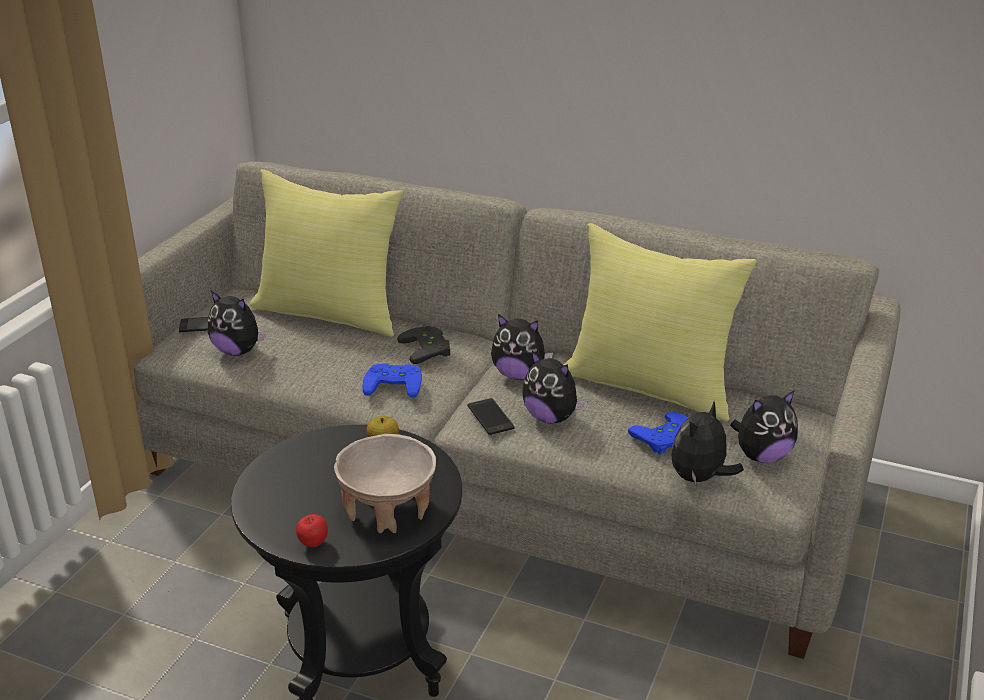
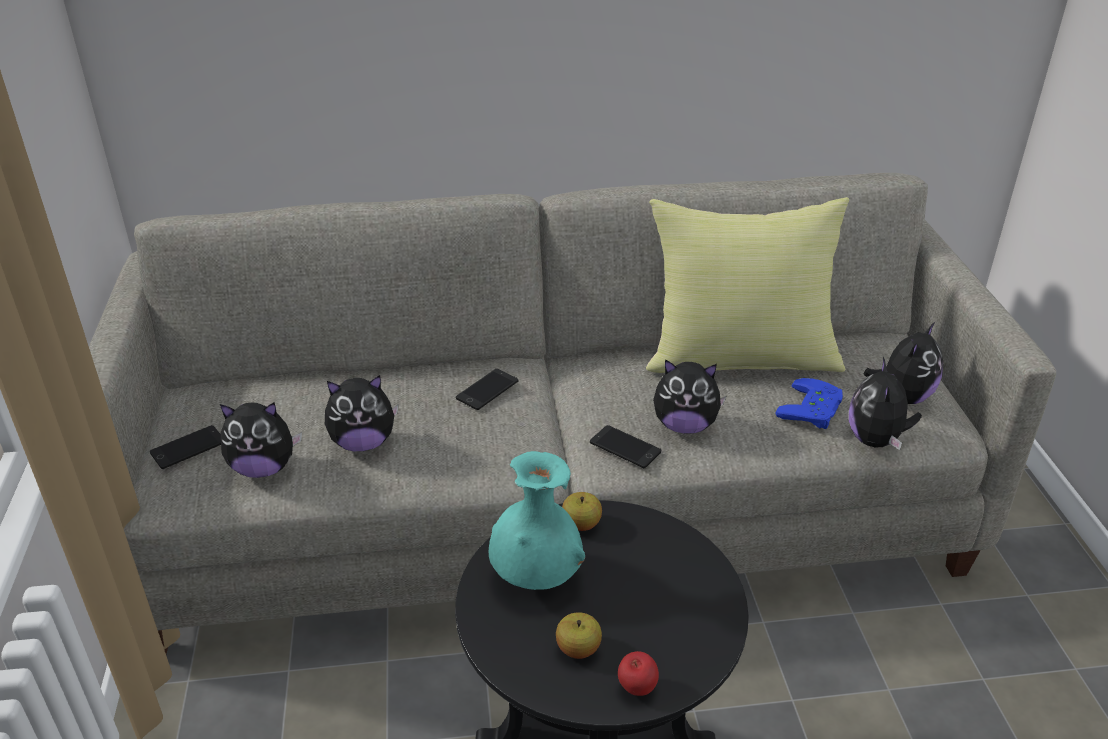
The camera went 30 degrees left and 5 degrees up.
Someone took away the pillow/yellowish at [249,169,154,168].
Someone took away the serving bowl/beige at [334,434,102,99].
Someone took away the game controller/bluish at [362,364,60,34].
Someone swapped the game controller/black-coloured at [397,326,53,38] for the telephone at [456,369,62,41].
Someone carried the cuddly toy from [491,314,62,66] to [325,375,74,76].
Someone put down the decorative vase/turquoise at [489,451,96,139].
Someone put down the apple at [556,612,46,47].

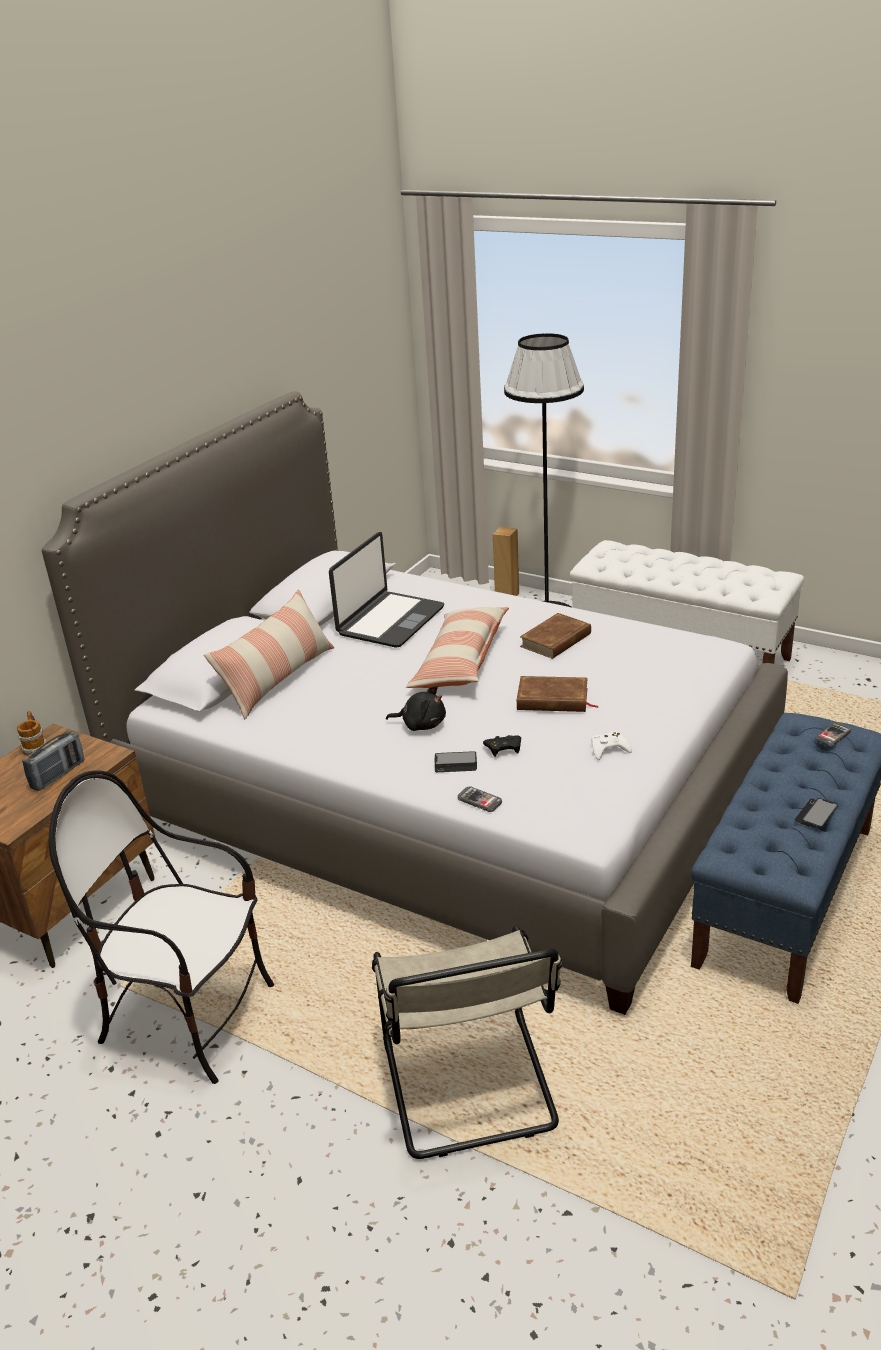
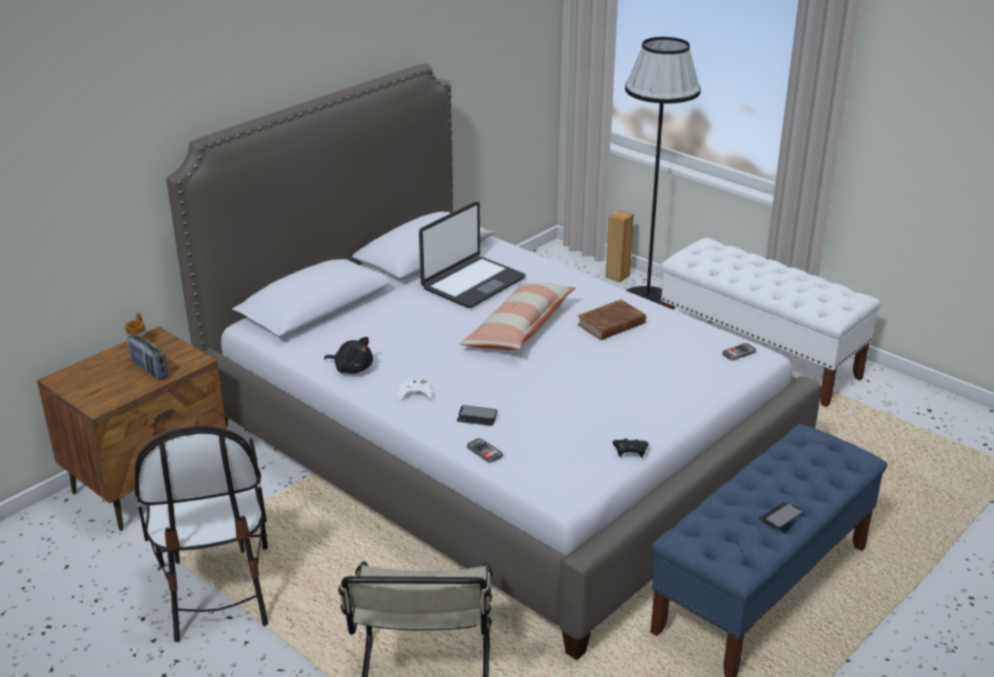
The camera went 10 degrees right and 0 degrees up.
Someone rotated the radio set at [22,730,62,61] by 90 degrees clockwise.
Someone rotated the upright chair at [49,770,226,314] by 135 degrees counterclockwise.
Someone took away the pillow at [204,590,130,129].
Someone carried the cuddly toy/black-coloured from [386,686,60,45] to [324,337,49,37].
Someone carried the game controller/black-coloured from [483,735,38,22] to [613,438,36,20].
Someone took away the bound book/brownish at [517,676,81,36].
Someone carried the game controller/whitish from [591,731,41,29] to [398,379,34,22].
Someone carried the telephone from [815,722,36,24] to [722,343,34,17].

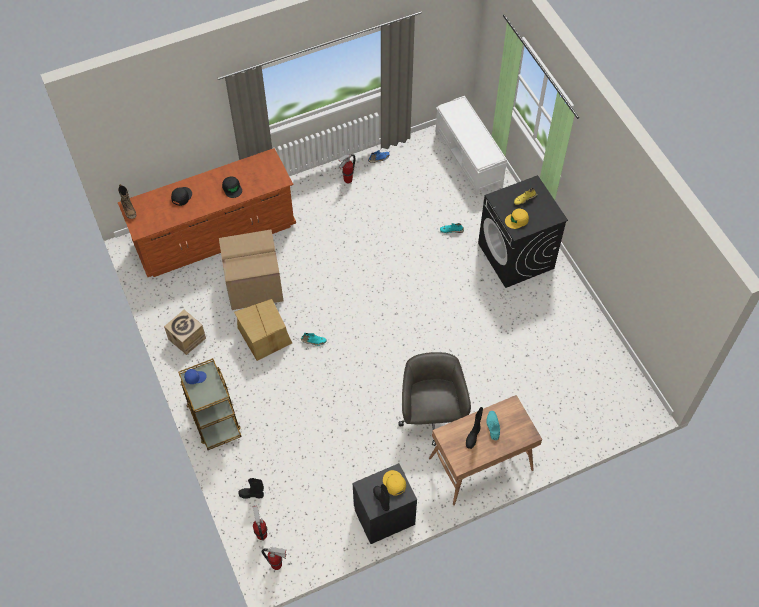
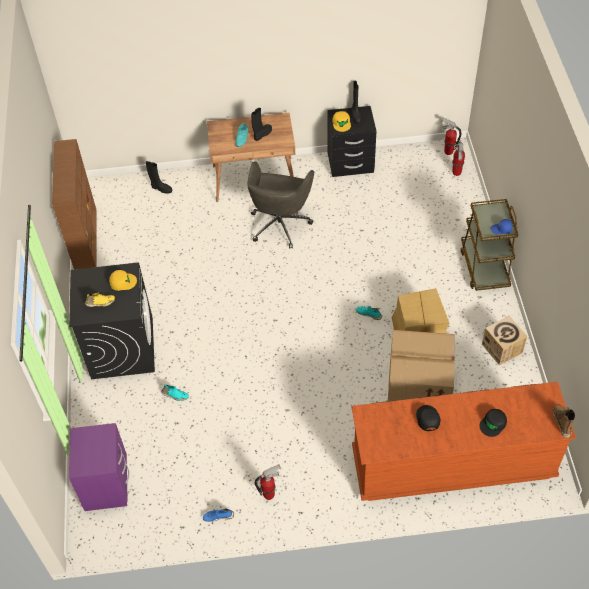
The camera went 160 degrees left and 5 degrees down.
Someone carried the tall boot/black-coloured from [238,478,26,21] to [146,161,26,33].
Someone swapped the indoor bench/whitish at [436,96,72,99] for the bedside table/purple at [69,423,60,88].
Someone put down the bookcase/brownish at [52,139,45,130].

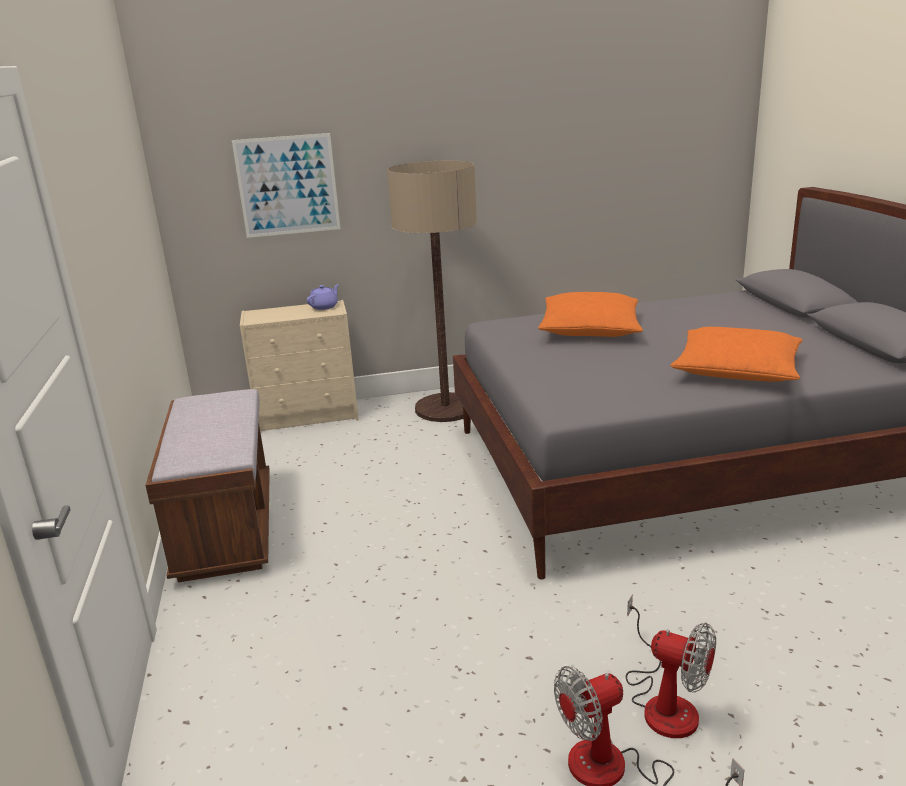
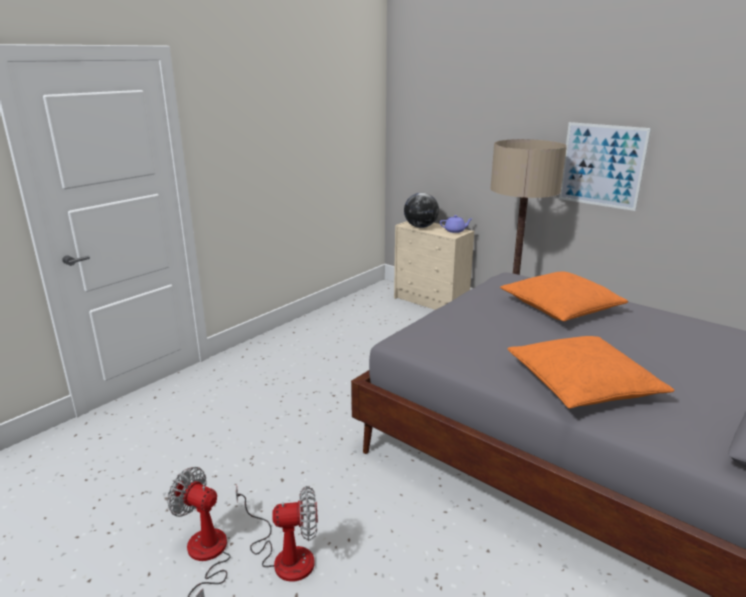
The camera went 50 degrees right and 0 degrees up.
Someone took away the indoor bench/brownish at [145,389,125,193].
Someone carried the wall art from [232,133,108,105] to [559,122,92,89].
Someone rotated the cooling fan at [625,594,91,144] by 90 degrees counterclockwise.
Someone put down the desk globe at [404,192,35,36].

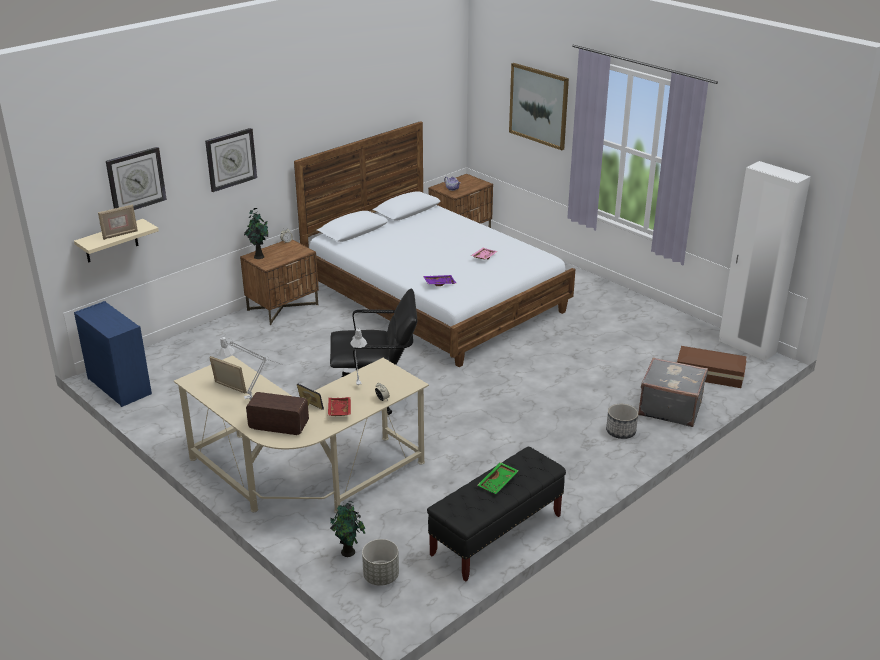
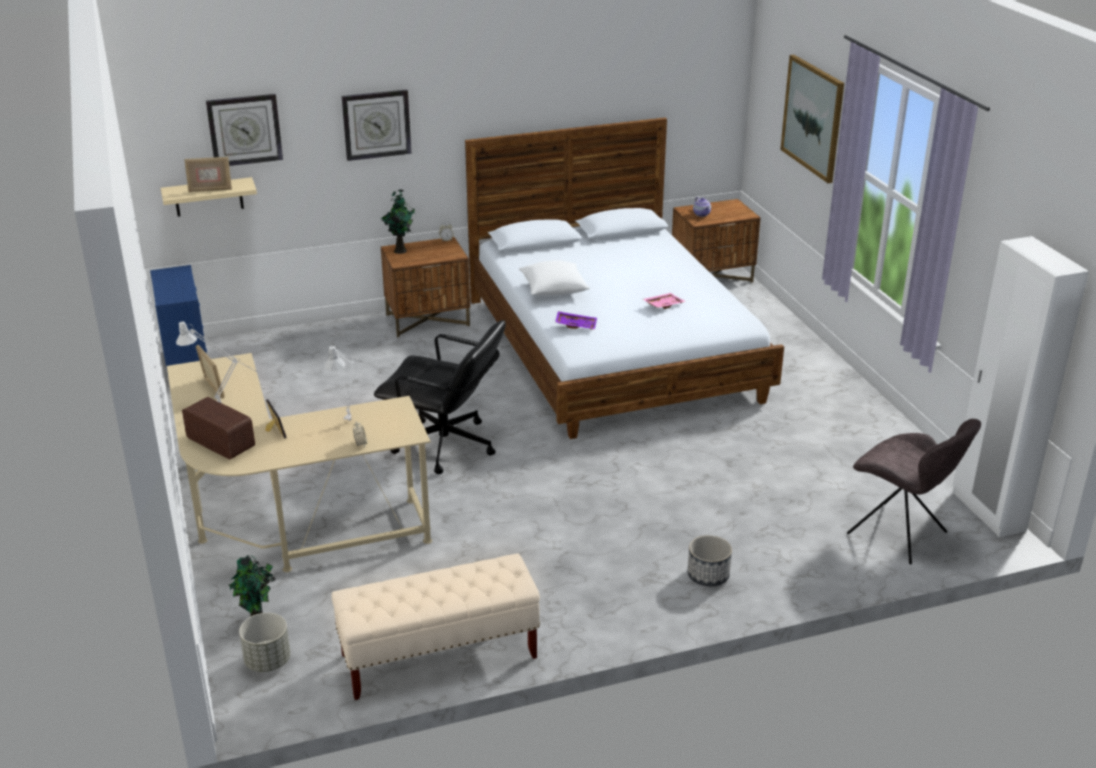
The camera went 25 degrees right and 0 degrees up.
Someone took away the tray/red-coloured at [328,397,23,19].
Someone repainted the indoor bench/black-coloured at [427,446,139,136], which became the indoor bench/beige at [332,553,208,147].
Someone took away the tray/greenish at [478,462,41,32].
Someone took away the suitcase/gray at [638,357,70,70].
Someone swapped the storage container/brownish at [677,346,70,42] for the upright chair/gray at [847,419,134,145].
Someone put down the pillow/whitish at [519,260,71,36].

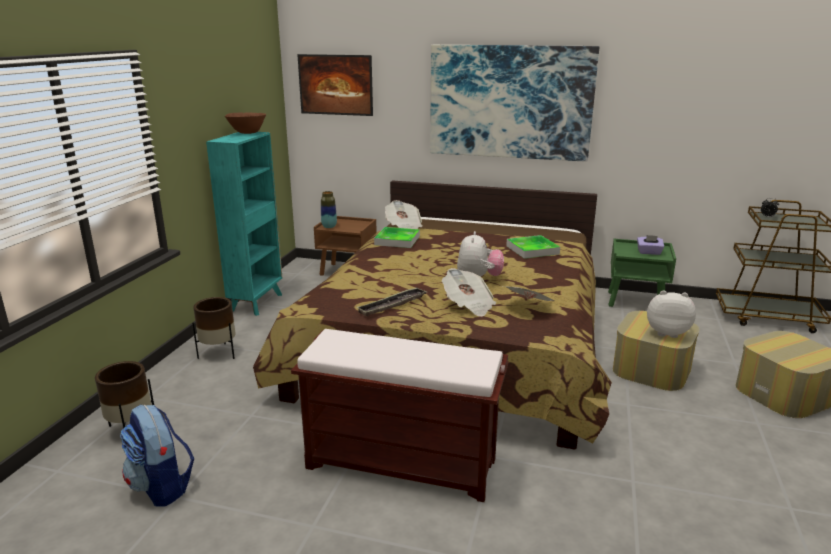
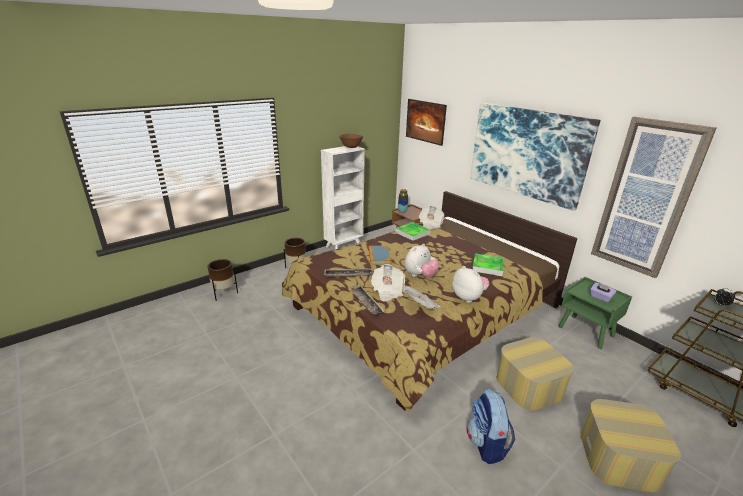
The camera went 35 degrees right and 5 degrees up.
Someone carried the backpack from [120,404,74,102] to [467,389,48,75].
Someone repainted the bookcase/turquoise at [206,132,76,184], which became the bookcase/whitish at [321,146,44,103].
Someone took away the indoor bench/brownish at [291,329,217,173].
Someone carried the cuddly toy from [647,290,49,48] to [452,266,37,37].
Someone put down the tray at [350,285,35,30].
Someone put down the bound book at [368,246,23,19].
Someone put up the wall art at [591,117,126,161].

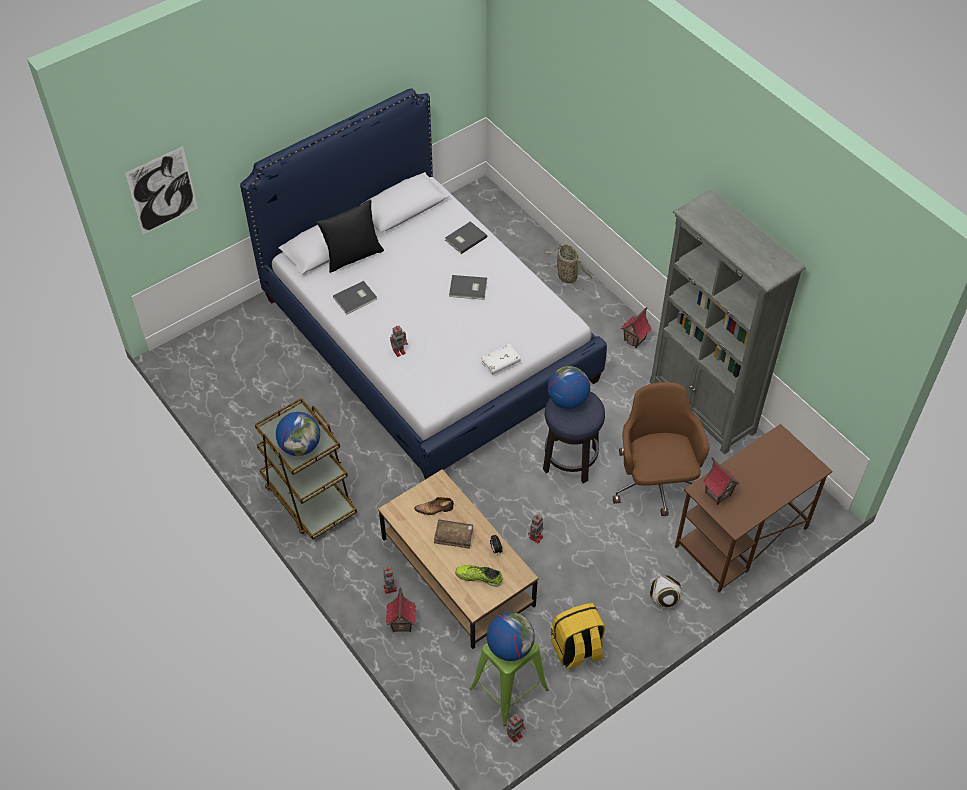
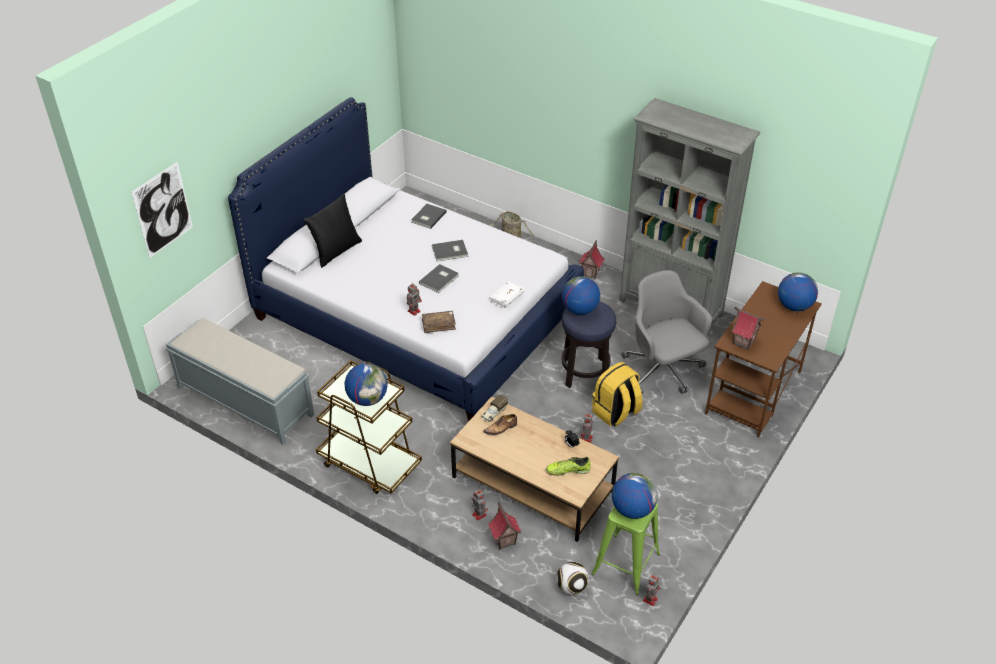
The camera went 20 degrees left and 10 degrees down.
Someone carried the bound book/gray from [333,281,44,33] to [419,264,40,29].
Someone carried the bound book/brownish from [434,519,39,30] to [422,311,34,22].
Someone carried the backpack/yellowish from [551,603,55,67] to [592,362,51,64].
Someone repainted the desk chair/brownish at [613,382,97,134], which became the desk chair/gray at [621,270,91,124].
Someone carried the ball for football from [650,575,32,33] to [556,562,33,33].
Someone put down the indoor bench/gray at [165,318,149,127].
Someone put down the toy truck at [481,395,27,27].
Someone put down the desk globe at [778,272,40,39].

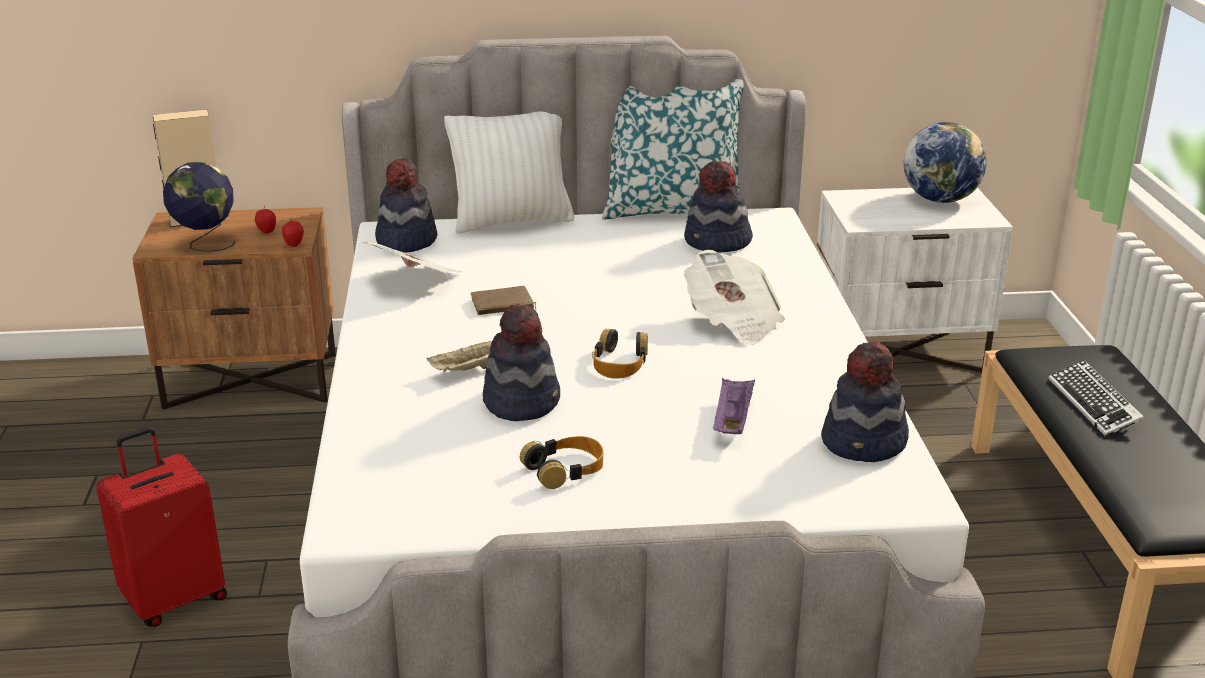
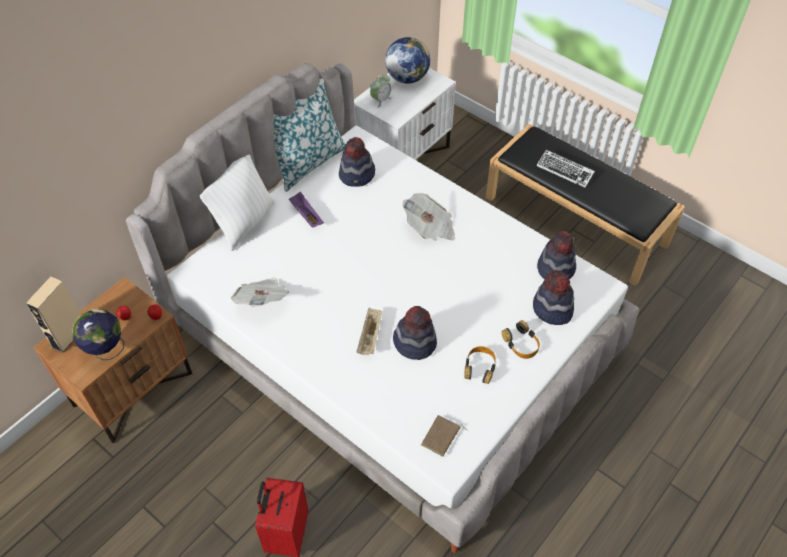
The camera went 45 degrees left and 25 degrees up.
Someone carried the clothing hat from [375,158,62,95] to [533,270,41,55].
Someone carried the bound book/brownish from [470,286,66,29] to [421,415,47,42].
Someone carried the headphones from [592,329,56,50] to [502,320,38,39].
Someone carried the tray/purple from [713,378,42,56] to [289,192,35,35].
Someone put down the table clock at [370,74,22,34].

